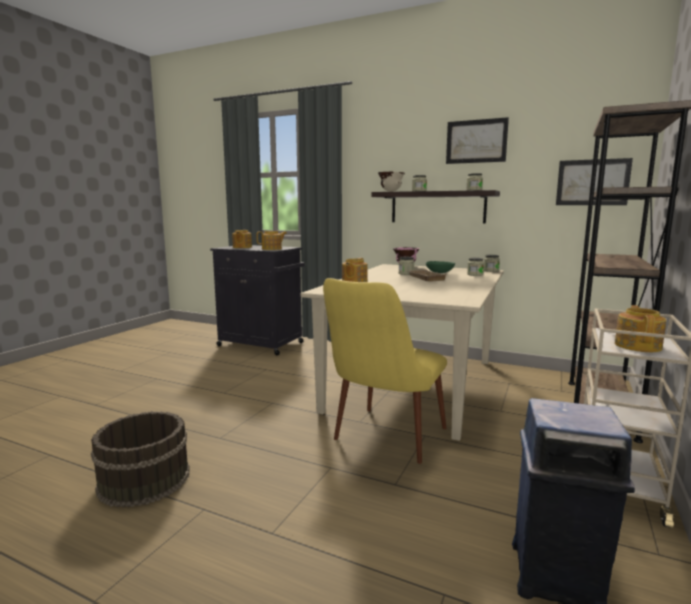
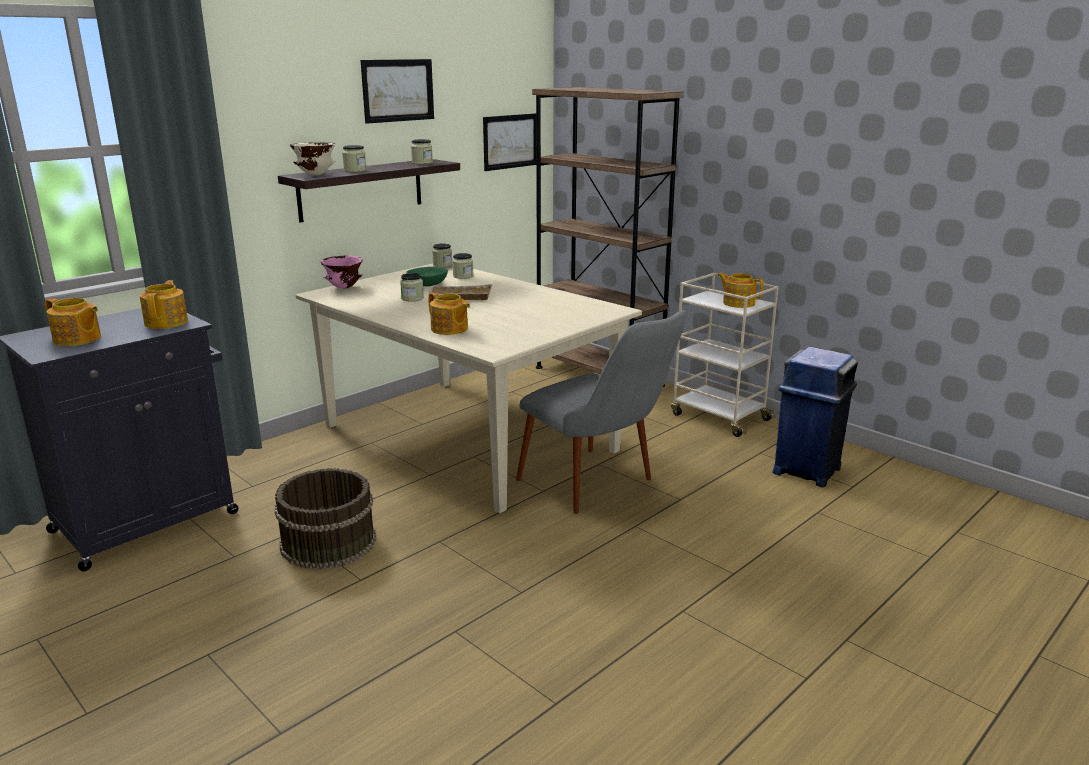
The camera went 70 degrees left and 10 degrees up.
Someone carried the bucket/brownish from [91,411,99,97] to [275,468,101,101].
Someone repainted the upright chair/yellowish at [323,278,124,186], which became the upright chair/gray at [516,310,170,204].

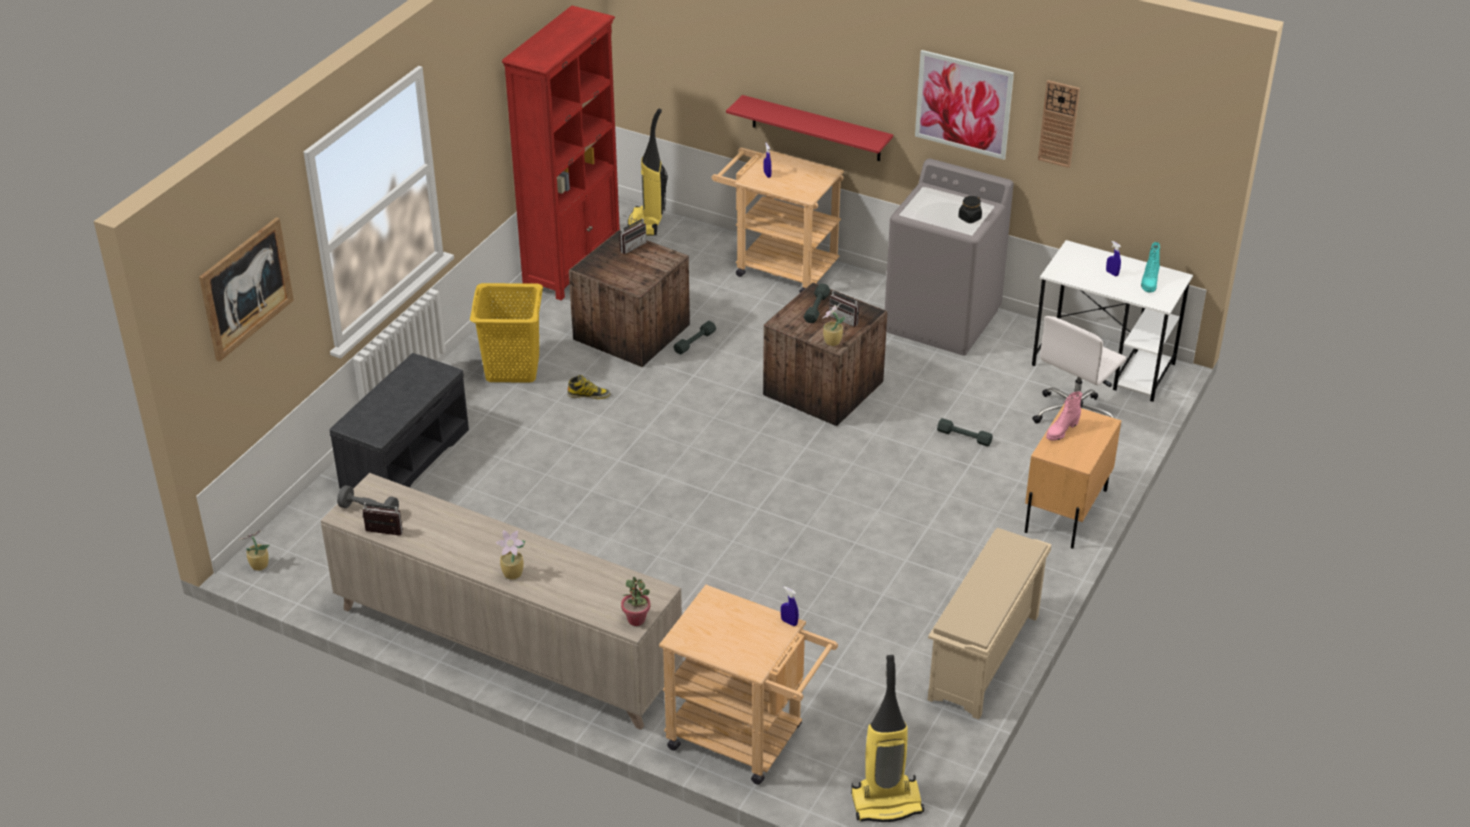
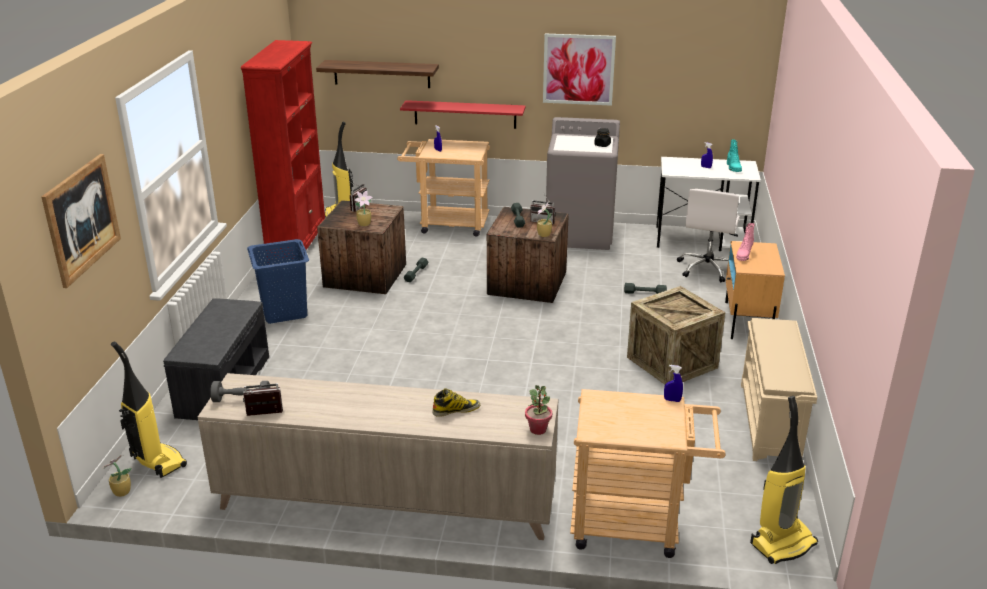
The camera went 20 degrees left and 10 degrees down.
Someone repainted the hamper/yellowish at [470,283,73,99], which became the hamper/bluish at [247,239,62,85].
Someone carried the houseplant from [495,530,30,50] to [354,191,19,35].
Someone carried the tall boot from [567,375,43,24] to [432,388,48,29].
Someone took away the clock on the wall at [1038,80,42,88].
Someone put down the hoover at [111,341,76,137].
Someone put up the bracket shelf at [316,60,123,28].
Someone put down the shipping crate at [627,286,99,98].

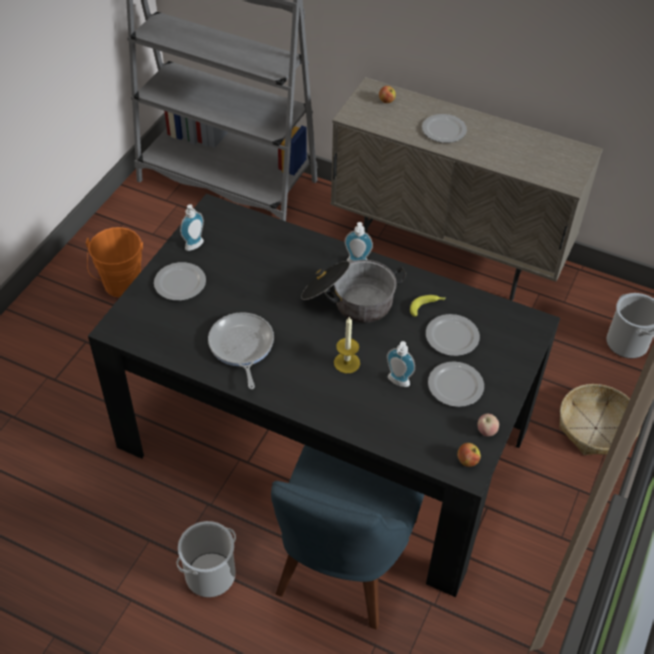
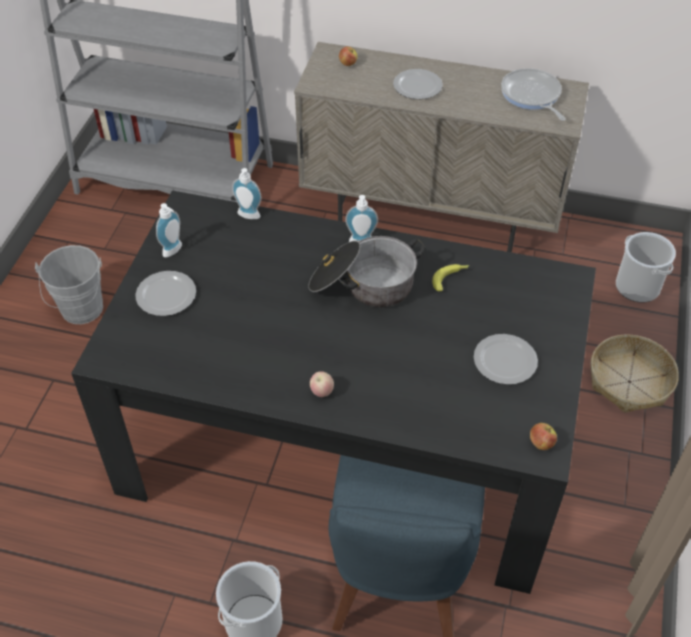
The camera went 10 degrees left and 0 degrees up.
Someone repainted the bucket/orange at [86,227,57,71], which became the bucket/gray at [35,245,68,79].
Someone carried the frying pan from [208,312,66,77] to [501,68,65,53].
Someone took away the wax light at [334,317,26,56].
Someone carried the liquid soap bottle from [387,341,28,46] to [232,168,30,51].
Someone took away the dinner plate at [426,314,54,42].
Someone carried the apple from [477,414,22,23] to [310,371,24,26].

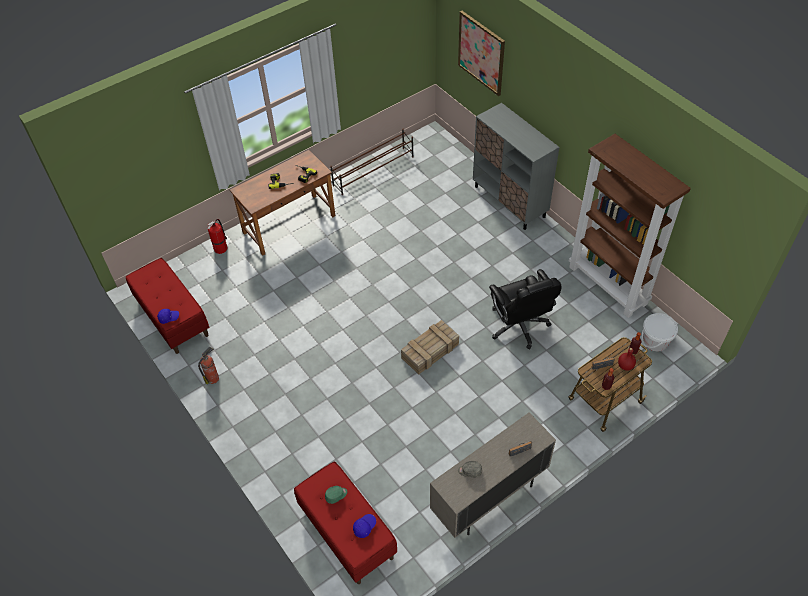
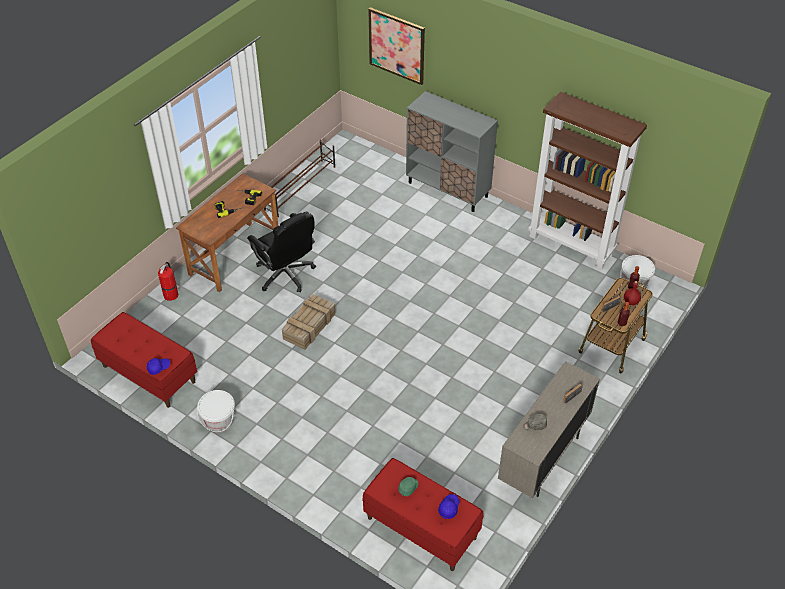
The camera went 20 degrees left and 5 degrees down.
Someone swapped the fire-fighting cylinder at [198,347,21,37] for the bucket/whitish at [197,390,38,42].
Someone carried the shipping crate from [401,320,58,54] to [282,294,53,56].
Someone carried the desk chair/black-coloured from [489,269,73,81] to [247,212,69,80].

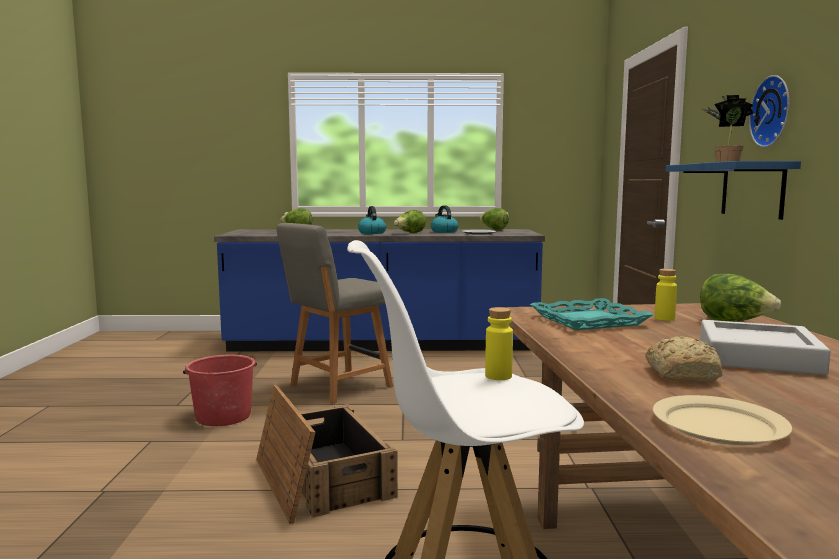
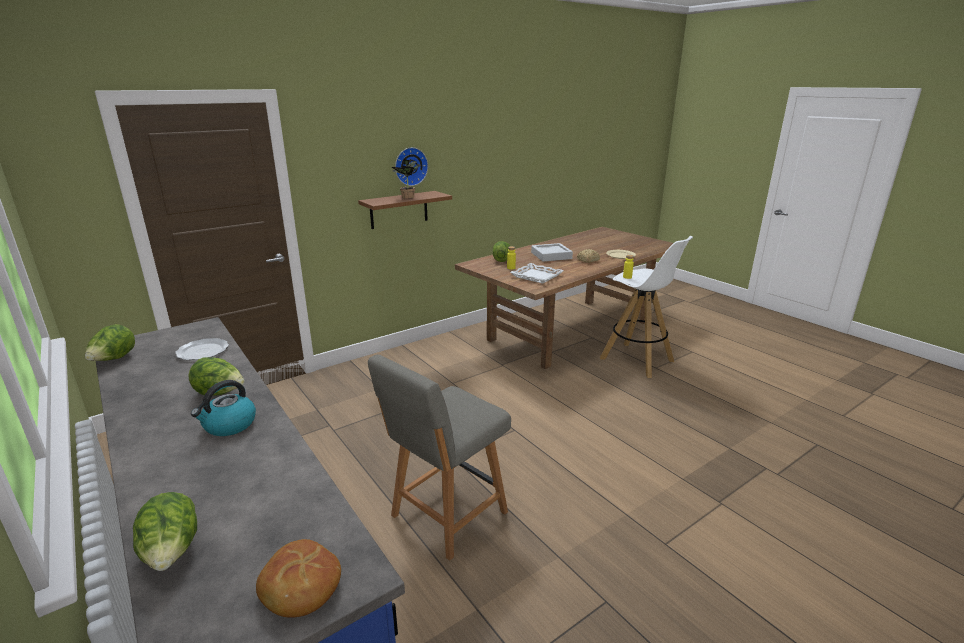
The camera went 125 degrees left and 15 degrees up.
Someone took away the bucket/red-coloured at [183,354,74,72].
Someone took away the shipping crate at [256,385,142,139].
Someone rotated the upright chair/gray at [277,223,116,181] by 120 degrees clockwise.
Someone took away the tea kettle at [431,205,27,28].
Someone repainted the tray/turquoise at [530,298,124,32], which became the tray/whitish at [510,263,54,21].
Someone repainted the bracket shelf/bluish at [666,161,135,59], which became the bracket shelf/brownish at [358,191,94,38].
Someone put down the bakery bread at [256,539,85,78].

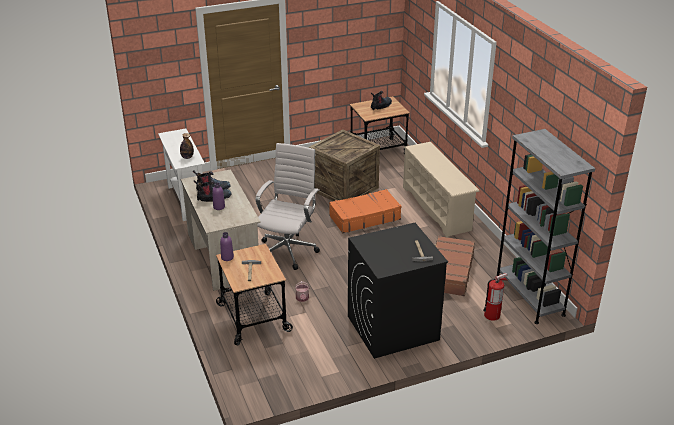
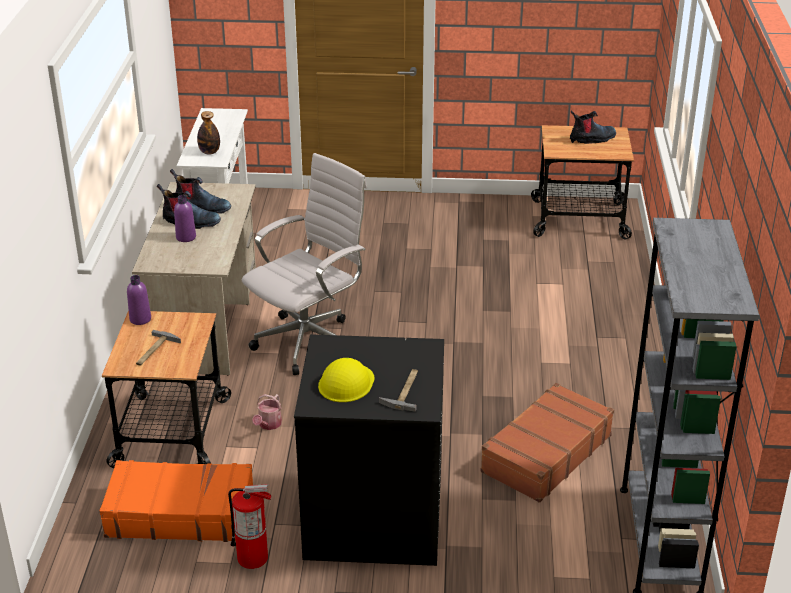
The camera went 25 degrees right and 0 degrees up.
Someone took away the shipping crate at [309,129,71,72].
Someone carried the suitcase/orange from [329,189,73,44] to [99,460,154,82].
Someone took away the shoe stand/beige at [403,142,77,95].
Someone carried the fire-fighting cylinder from [483,273,25,48] to [228,484,43,85].
Someone put down the work helmet/yellowish at [318,358,56,44].

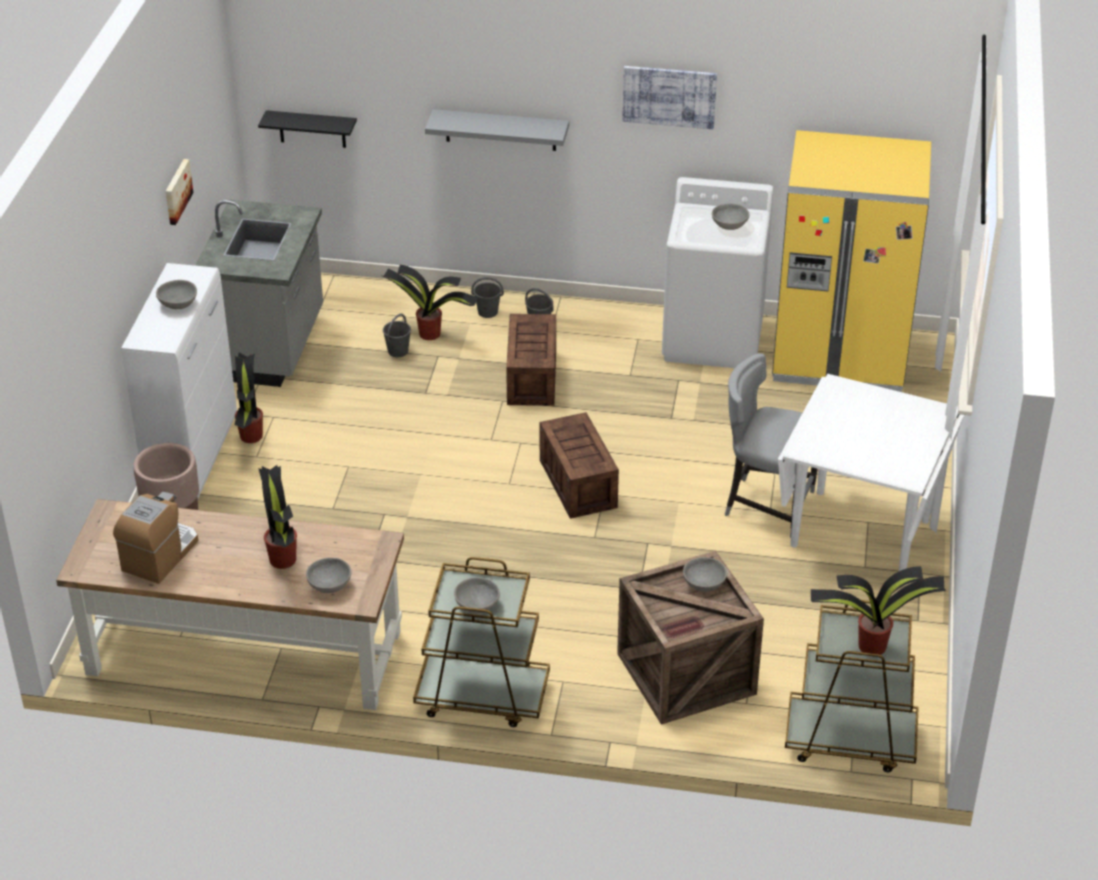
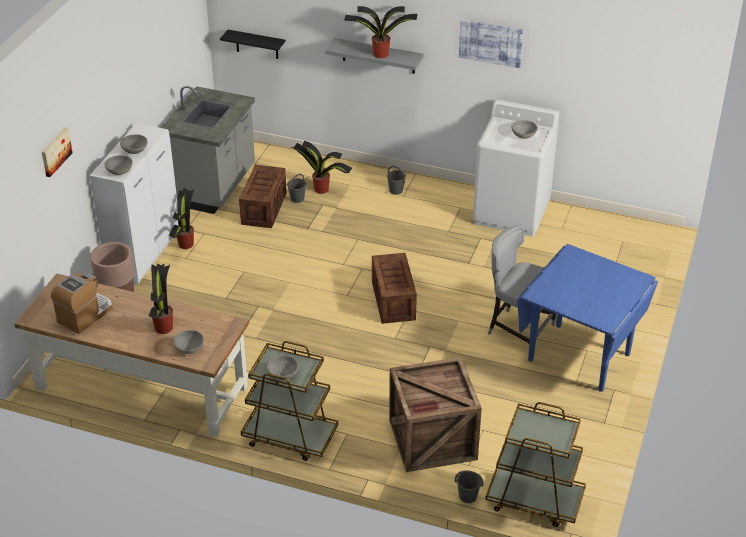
The camera went 10 degrees right and 0 degrees up.
Someone carried the wall art from [166,159,27,66] to [42,128,31,49].
Someone carried the bucket/gray from [471,277,33,41] to [455,470,28,33].
Someone carried the shipping crate from [506,314,50,92] to [239,165,48,63].
Someone carried the serving bowl/gray from [683,557,44,35] to [105,155,28,20].
Someone took away the fridge/yellowish at [772,130,159,262].
Someone repainted the dining table/whitish at [778,374,186,198], which became the dining table/bluish at [517,244,141,148].
Someone carried the houseplant from [811,566,135,89] to [343,6,74,52].

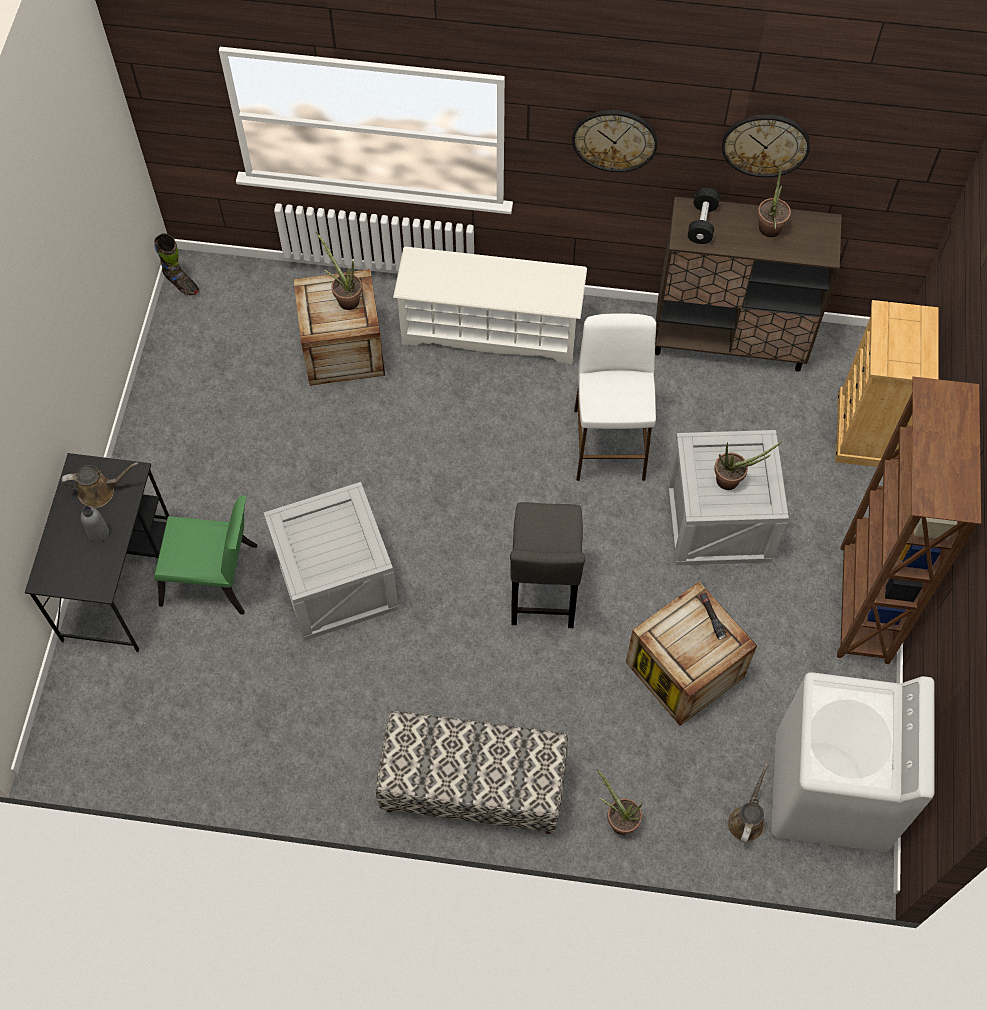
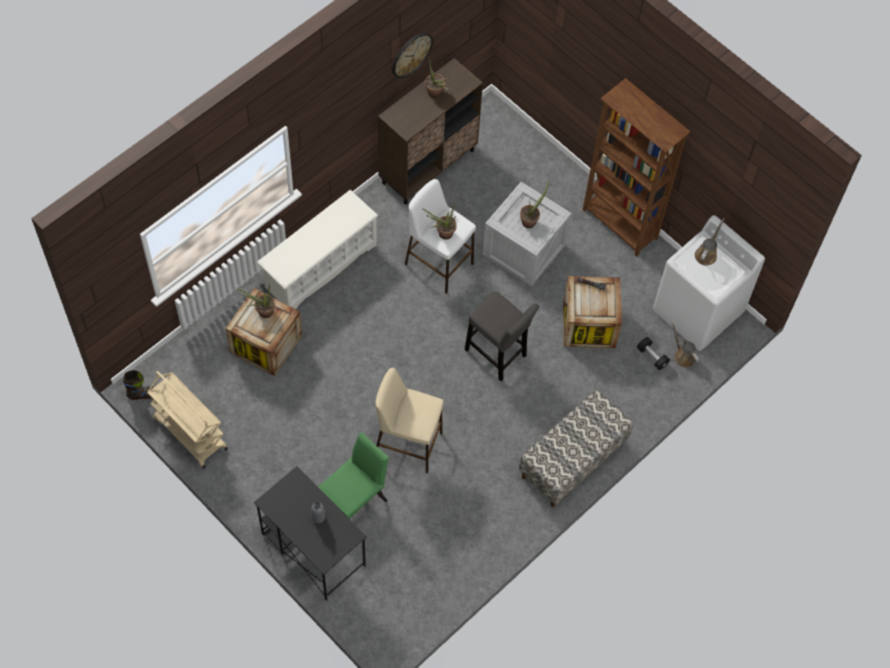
The camera went 55 degrees left and 0 degrees up.
Someone carried the watering pot/brownish from [61,462,77,46] to [695,218,30,48].
Someone swapped the shipping crate at [264,482,135,159] for the stool seat/beige at [376,368,68,105].
Someone took away the clock on the wall at [572,110,86,62].
Someone carried the houseplant from [596,769,46,66] to [423,205,34,35].
Someone carried the dumbbell/black-coloured from [688,188,32,56] to [637,337,33,33].
Someone took away the chest of drawers/beige at [835,300,103,167].
Someone put down the cart/beige at [147,371,81,98].

